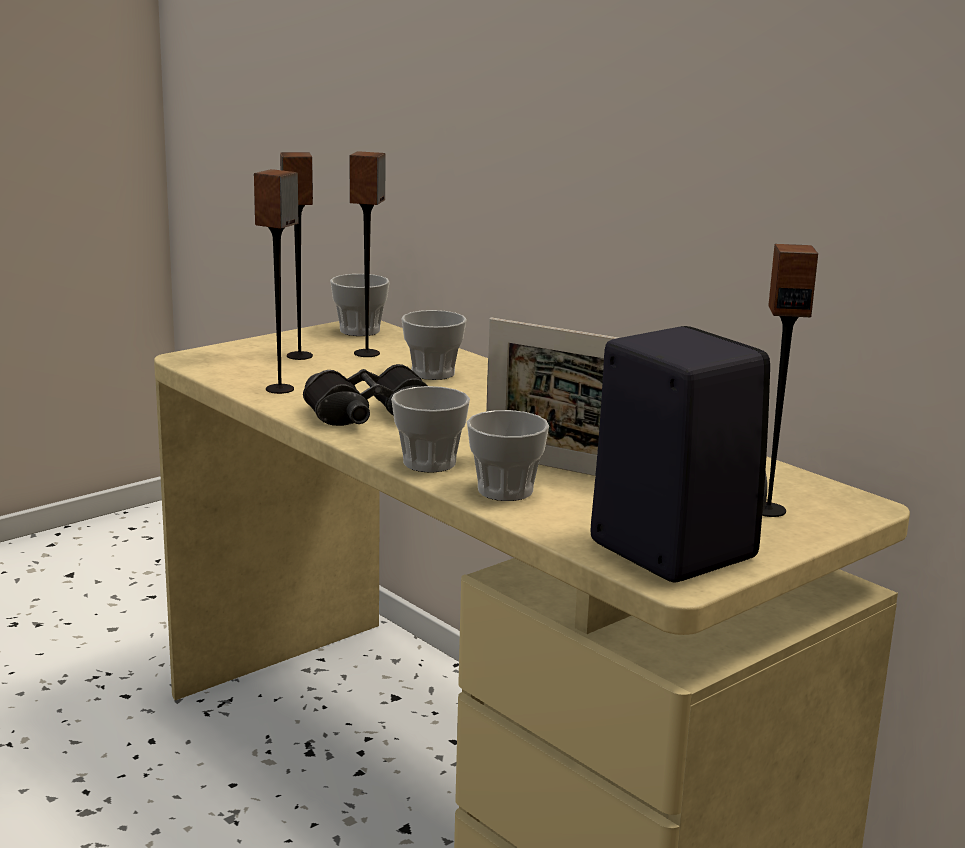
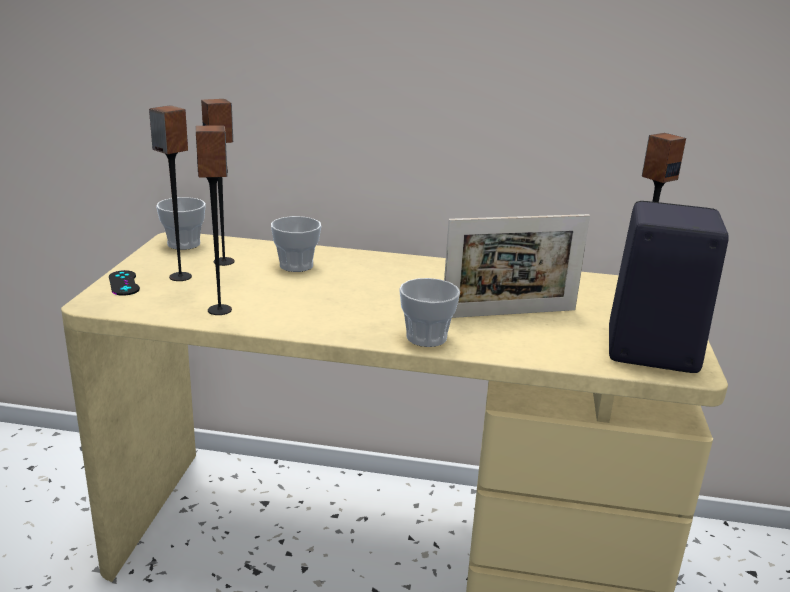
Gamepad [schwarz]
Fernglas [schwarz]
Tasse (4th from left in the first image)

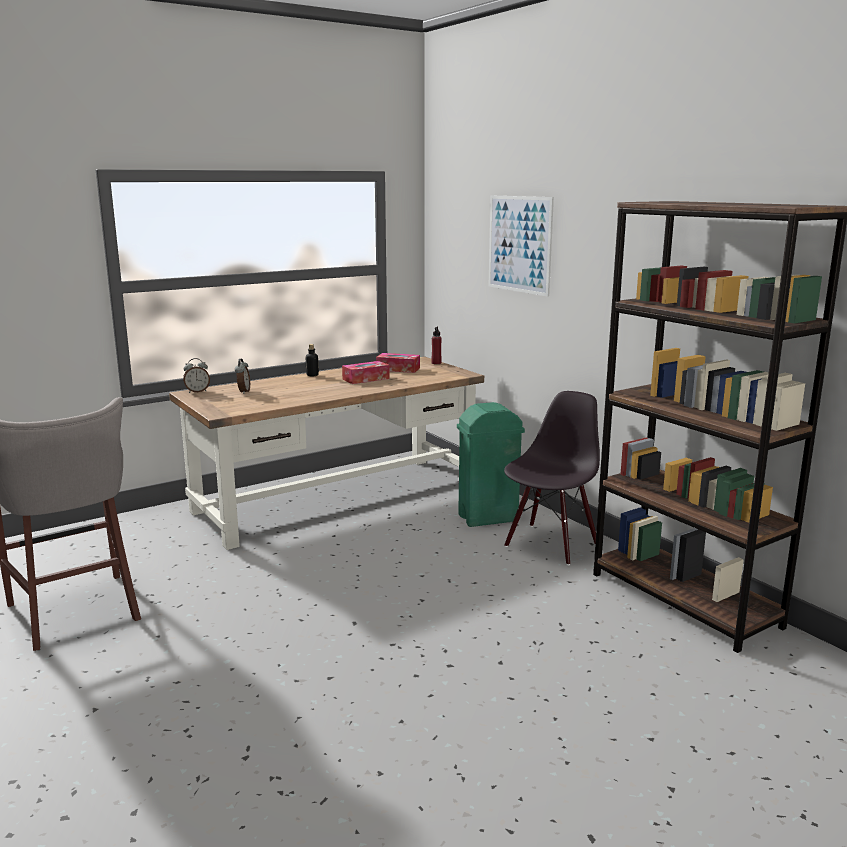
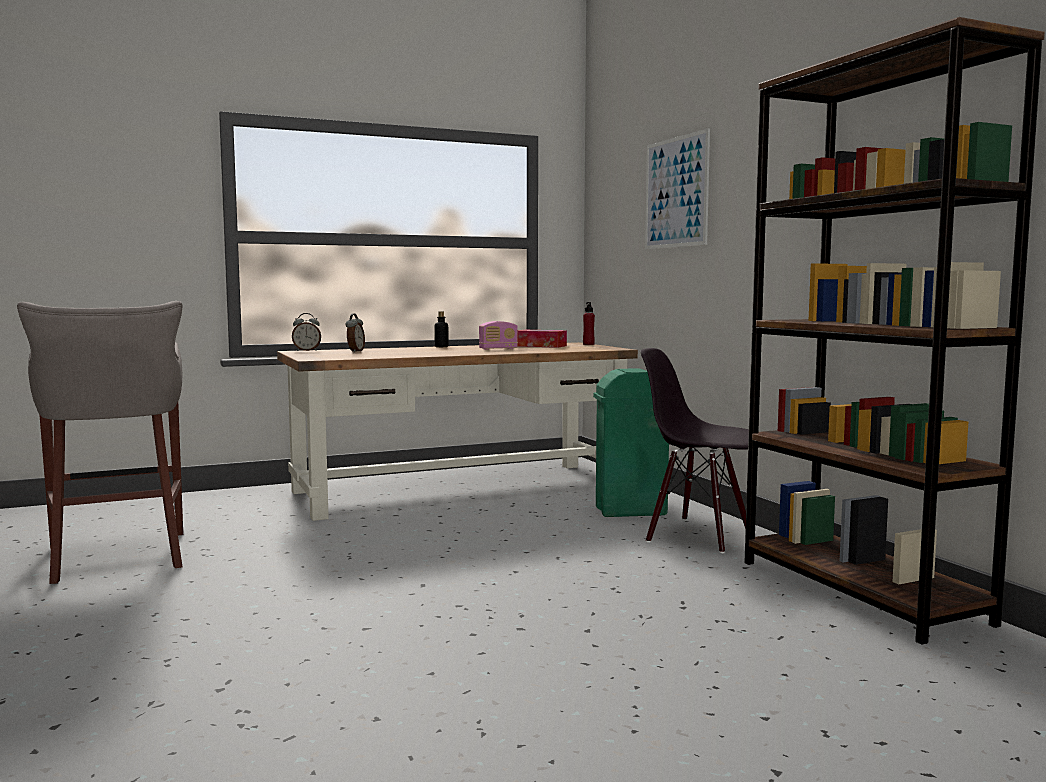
Radio
Stuhl [schwarz]

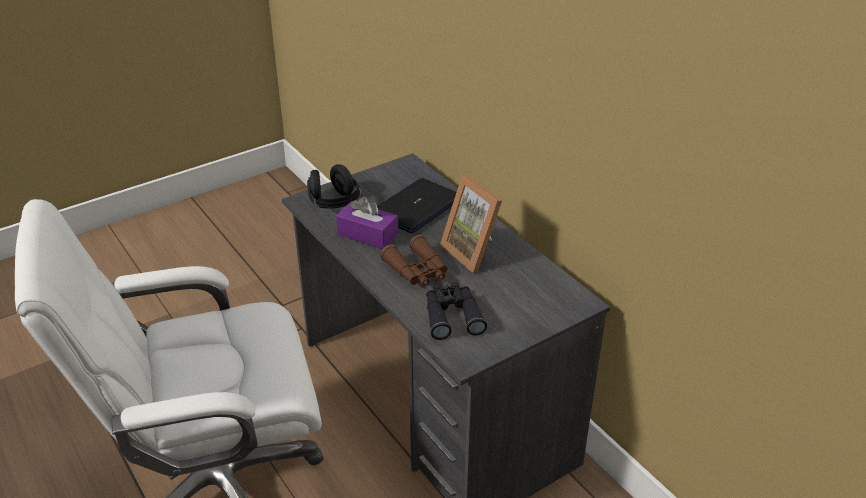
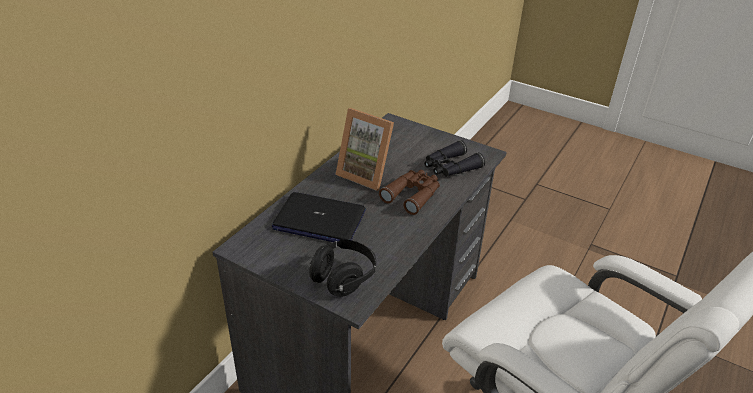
Bilderrahmen
Taschentuchbox [lila]

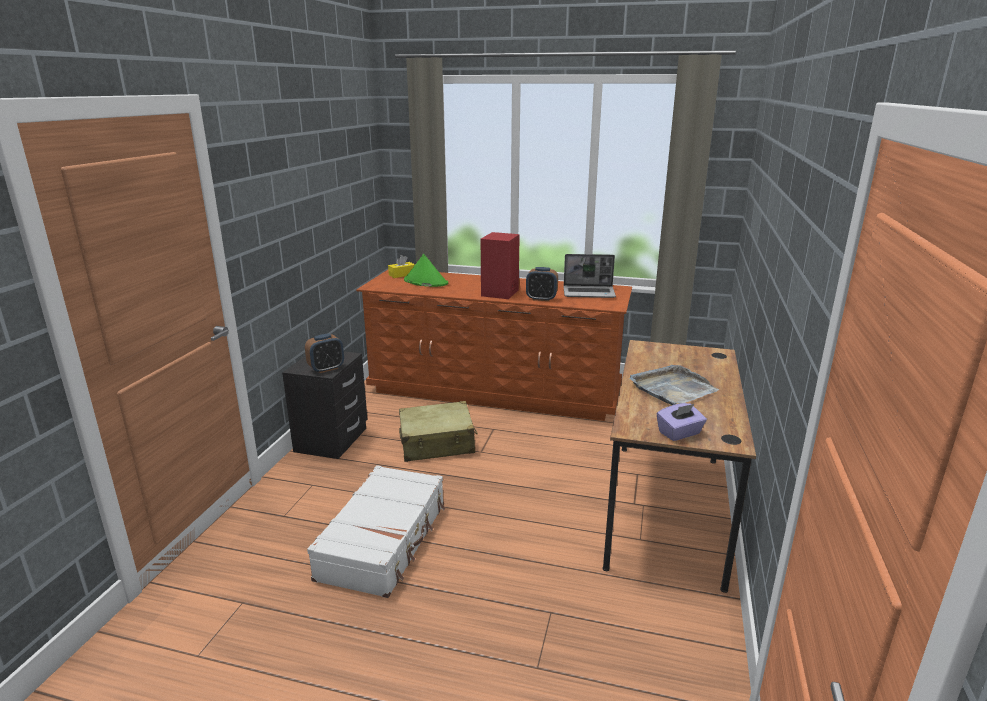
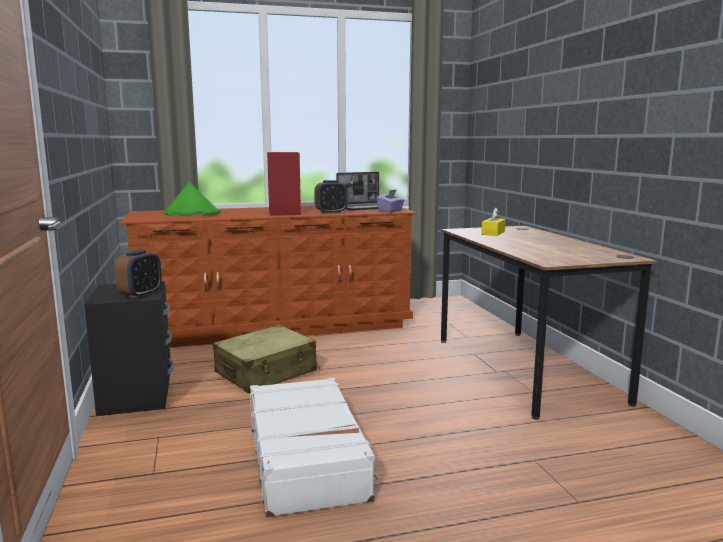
Taschentuchbox [lila]
Taschentuchbox [gelb]
Tablett [grau]

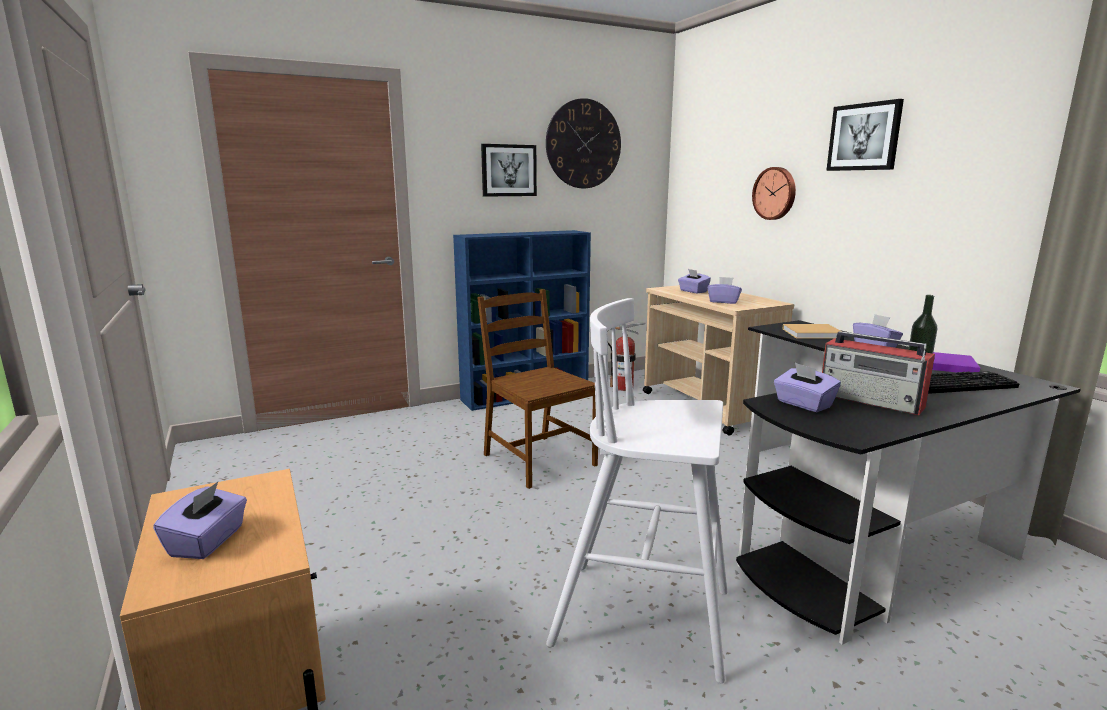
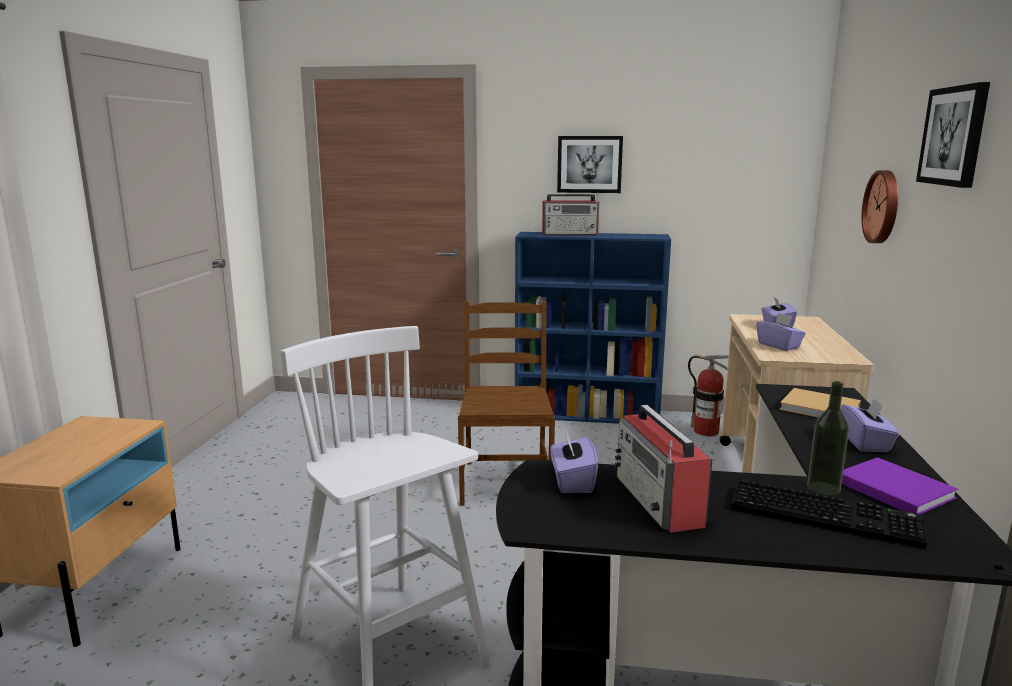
Radio (1st from left)
Taschentuchbox [lila] (1st from left in the first image)
Wanduhr (1st from left in the first image)

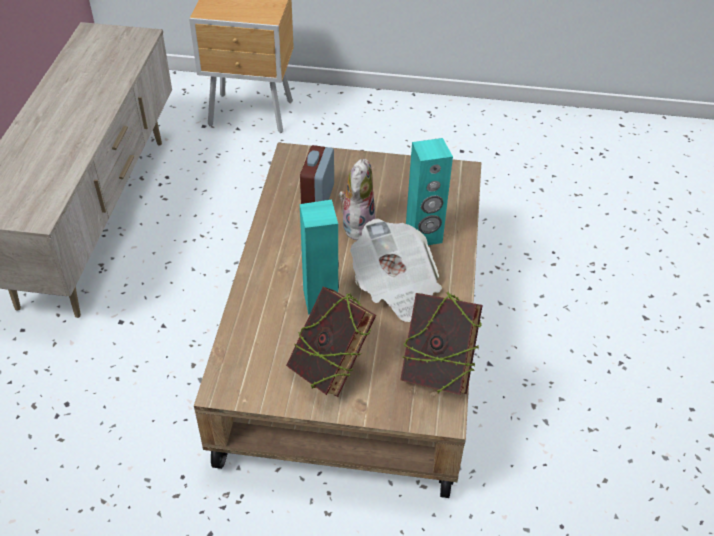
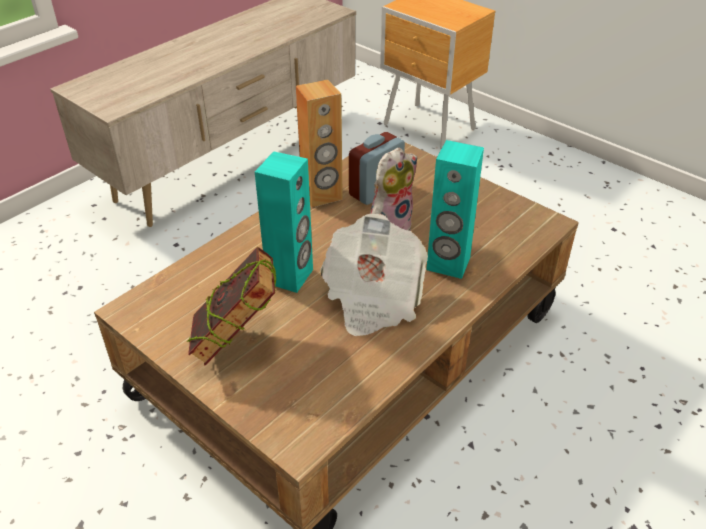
Lautsprecher [braun]
Buch (2nd from left in the first image)

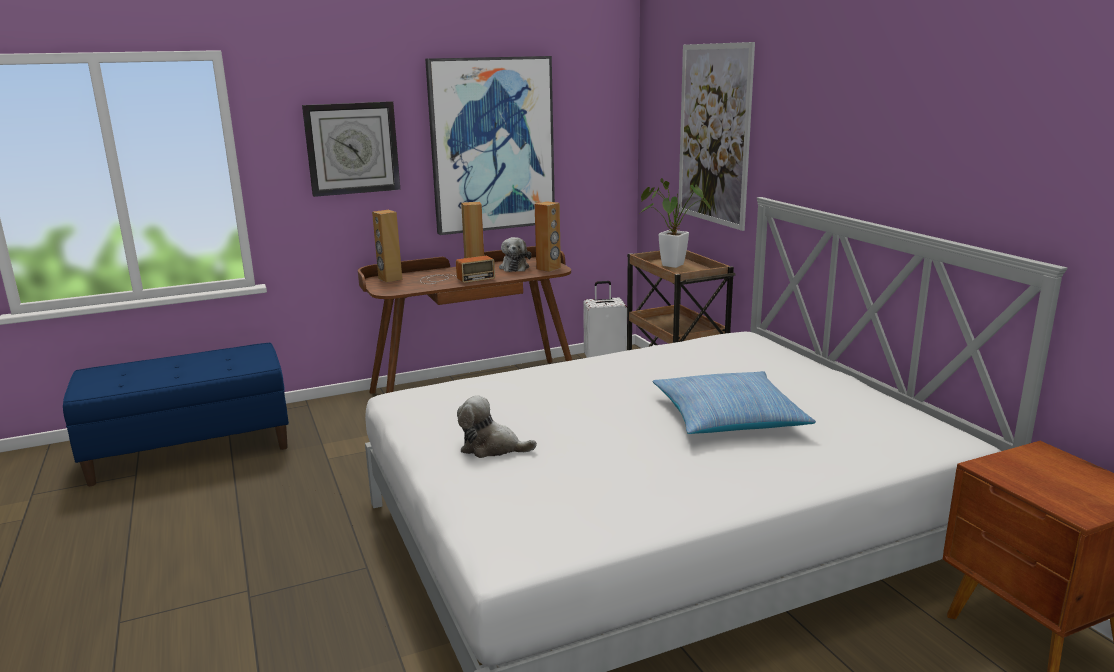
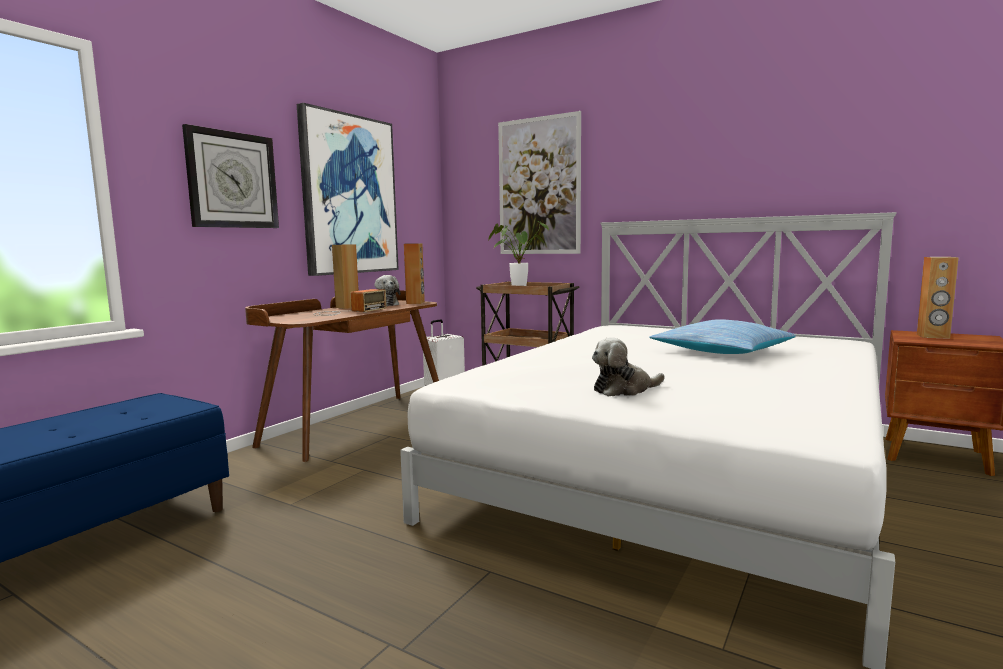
Lautsprecher [braun] (3rd from left)

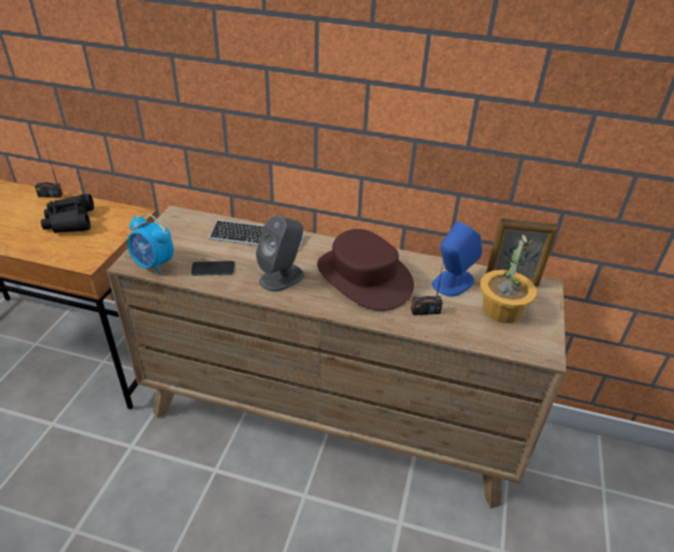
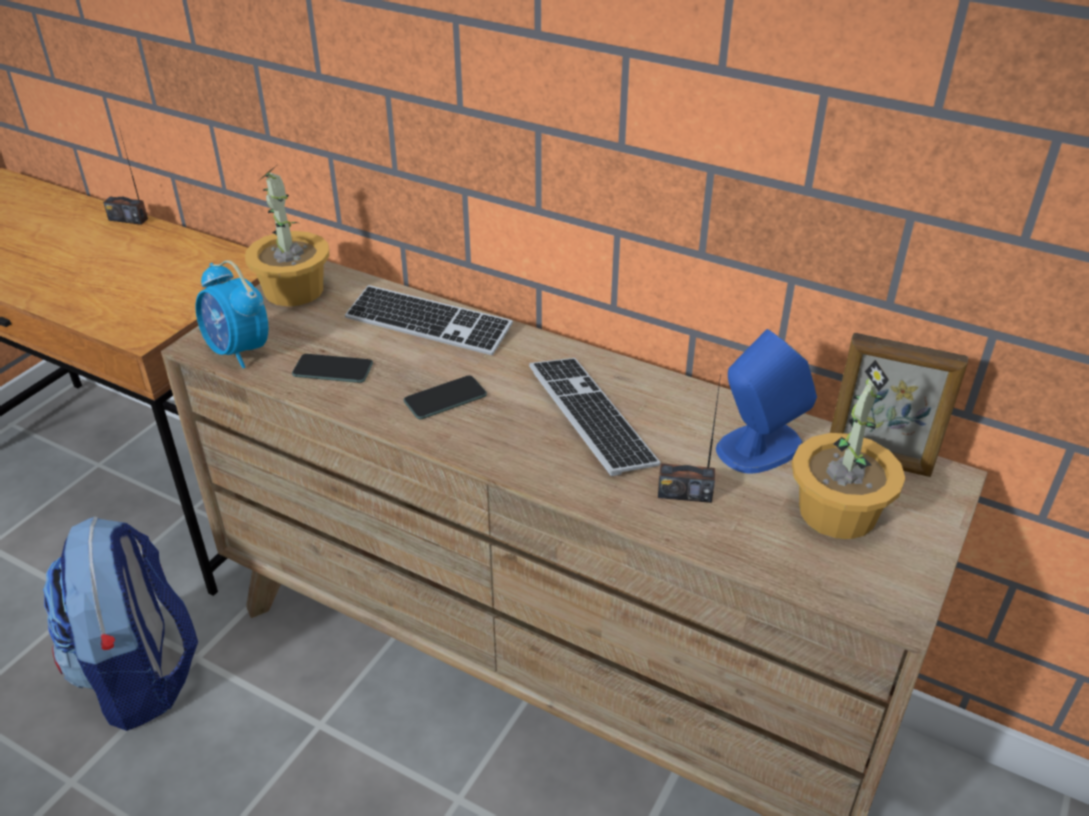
Rucksack
Topfpflanze (1st from left)
Handy (2nd from left)
Tastatur (2nd from left)
Fernglas [schwarz]

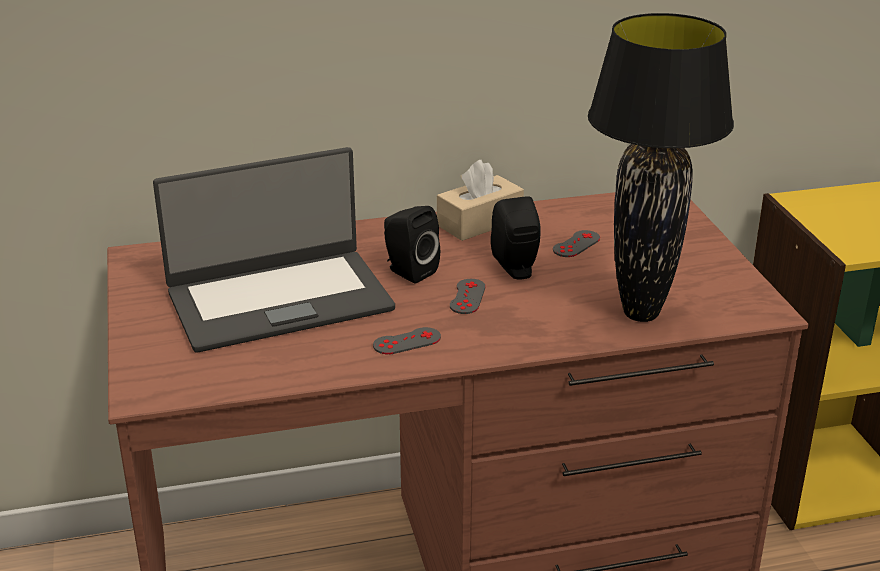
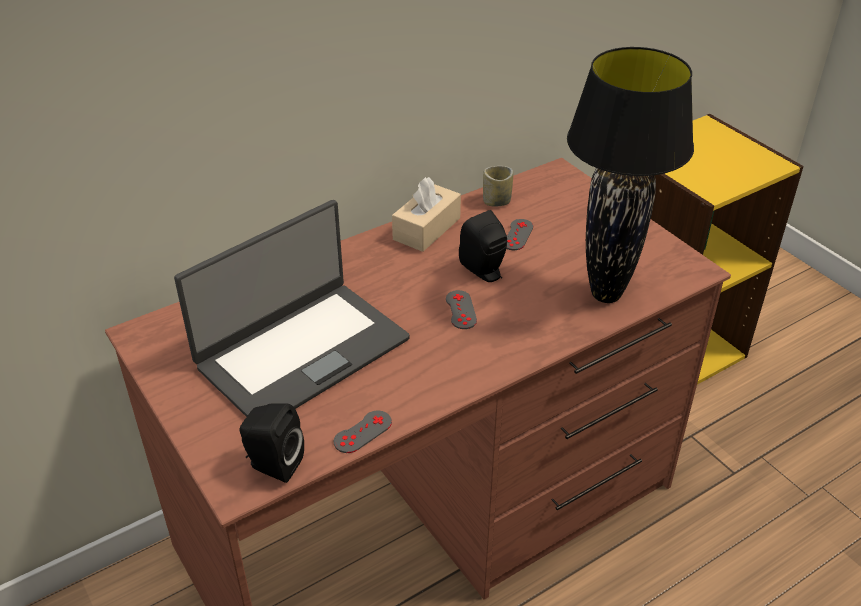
Lautsprecher [schwarz] (1st from left)
Gamepad [grau] (1st from left)
Tasse

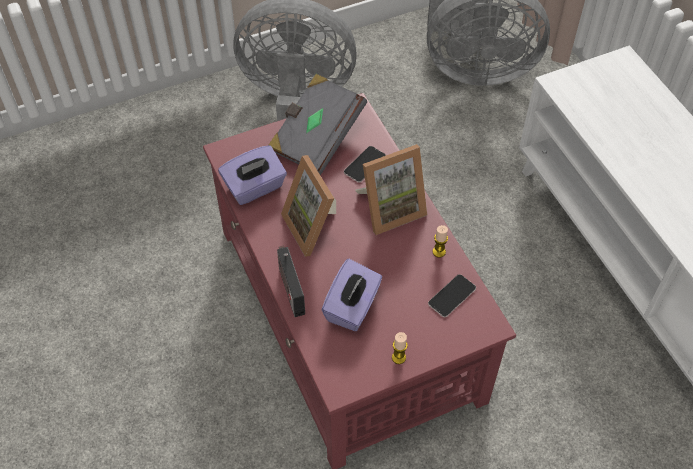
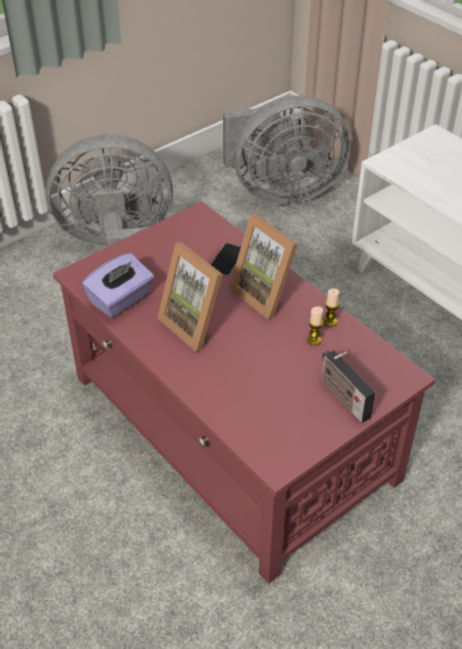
Bilderrahmen (2nd from left)
Kerze (1st from left)
Radio
Buch [grau]
Taschentuchbox [lila] (2nd from left in the first image)
Handy (2nd from left in the first image)

